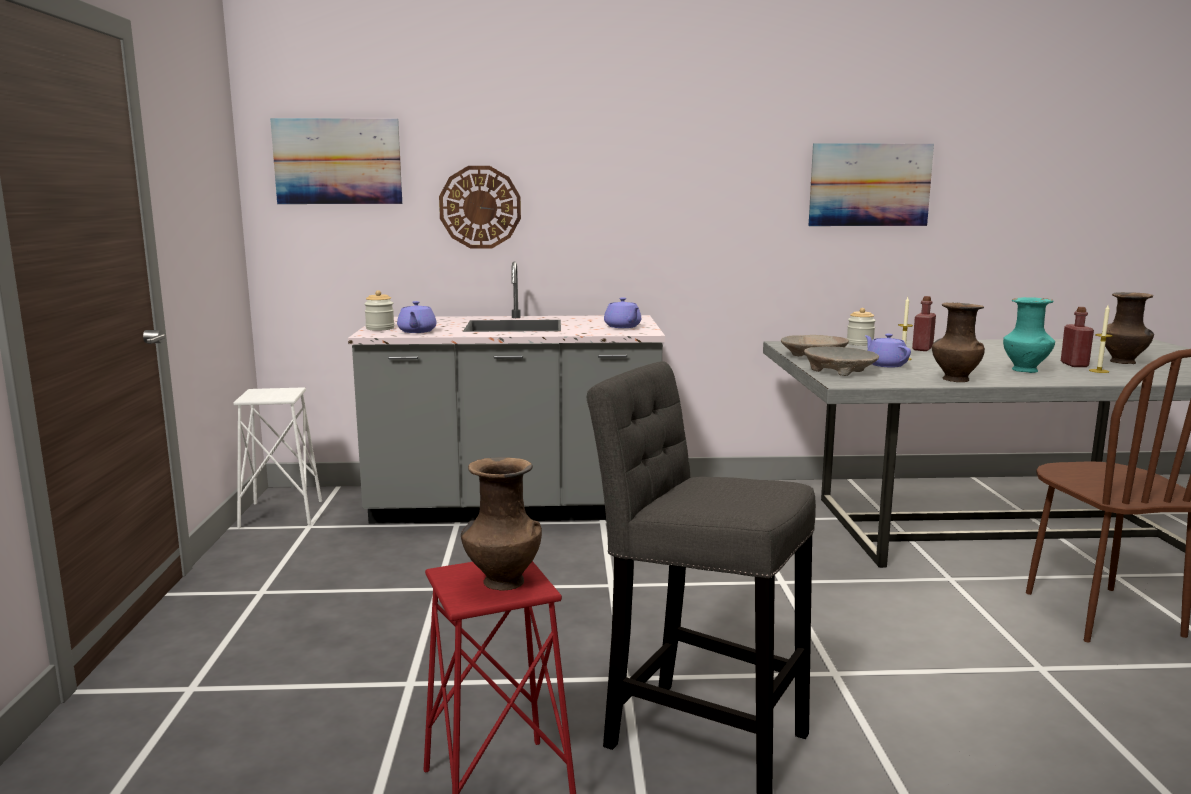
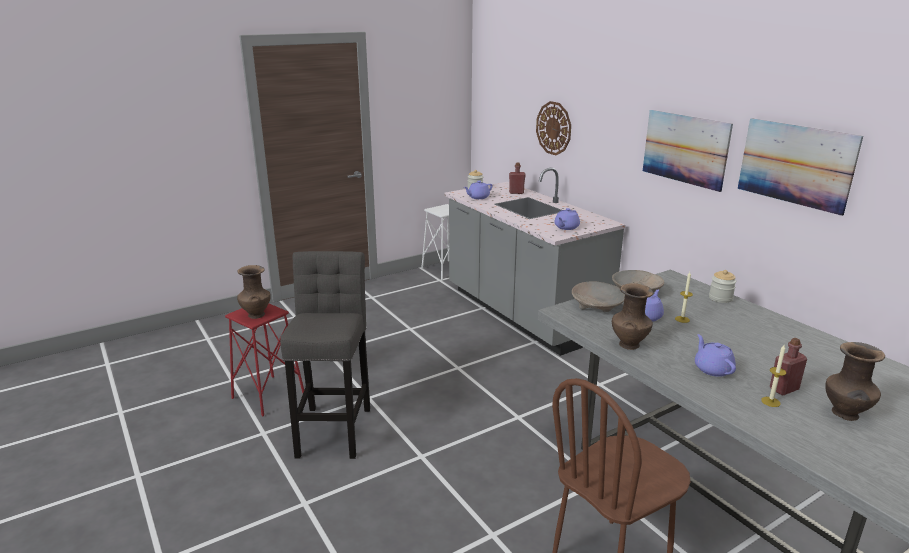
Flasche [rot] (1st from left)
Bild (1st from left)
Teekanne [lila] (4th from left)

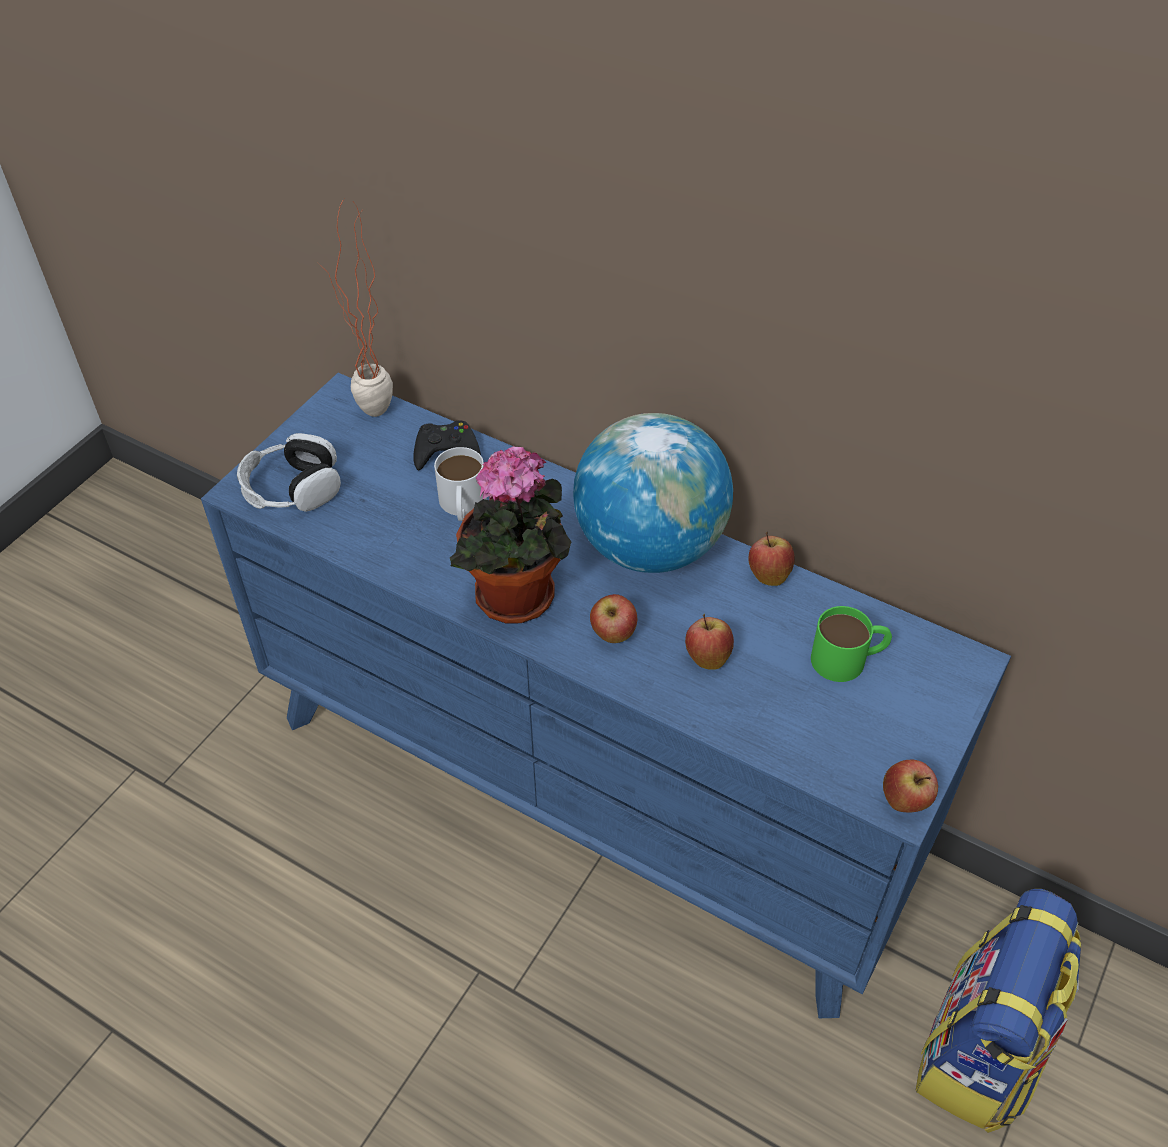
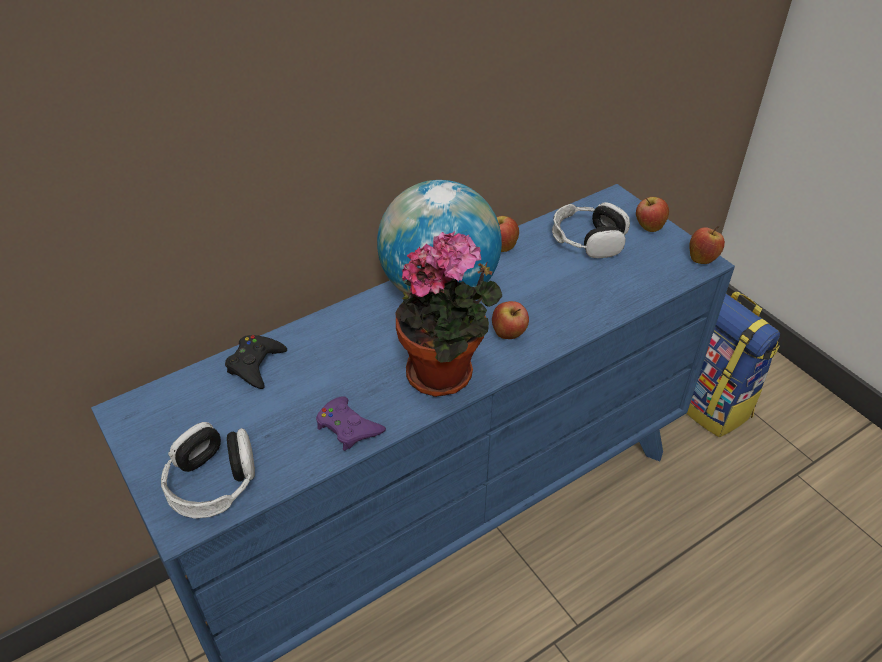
Gamepad [lila]
Kopfhörer (2nd from left)
Apfel (3rd from left)
Topfpflanze (1st from left in the first image)
Henkelbecher [weiß]

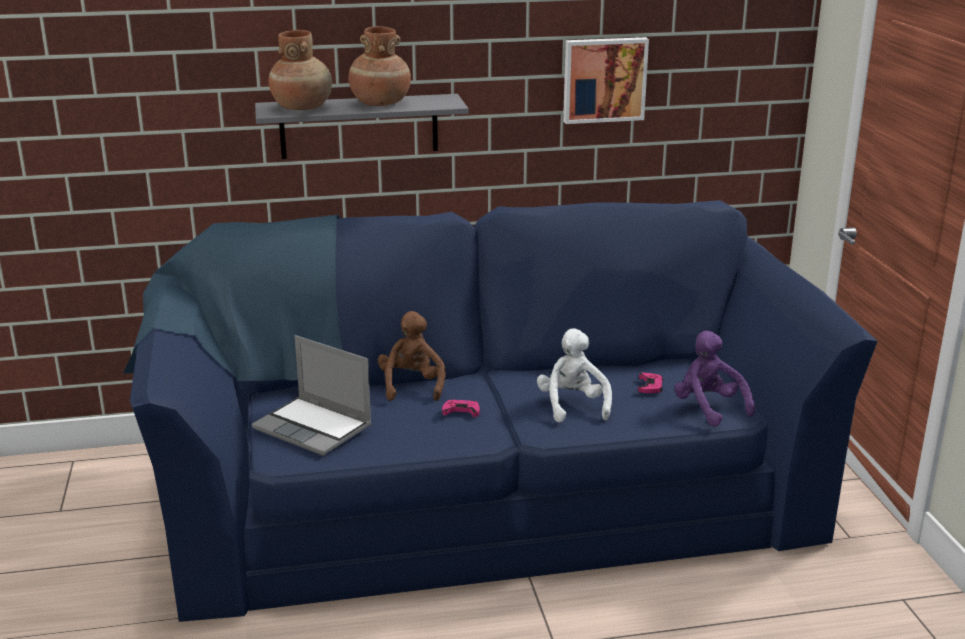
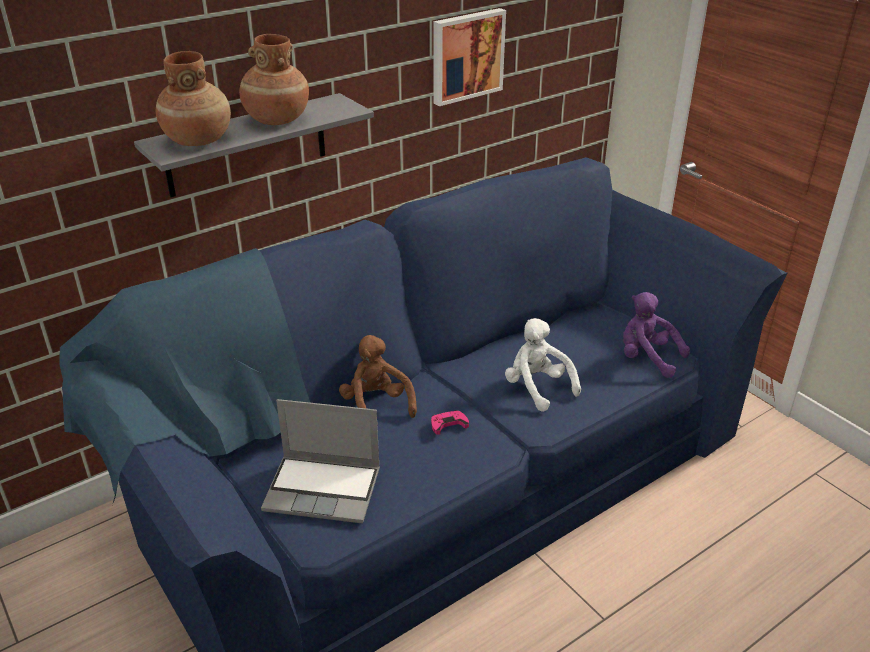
Gamepad [rosa] (2nd from left in the first image)

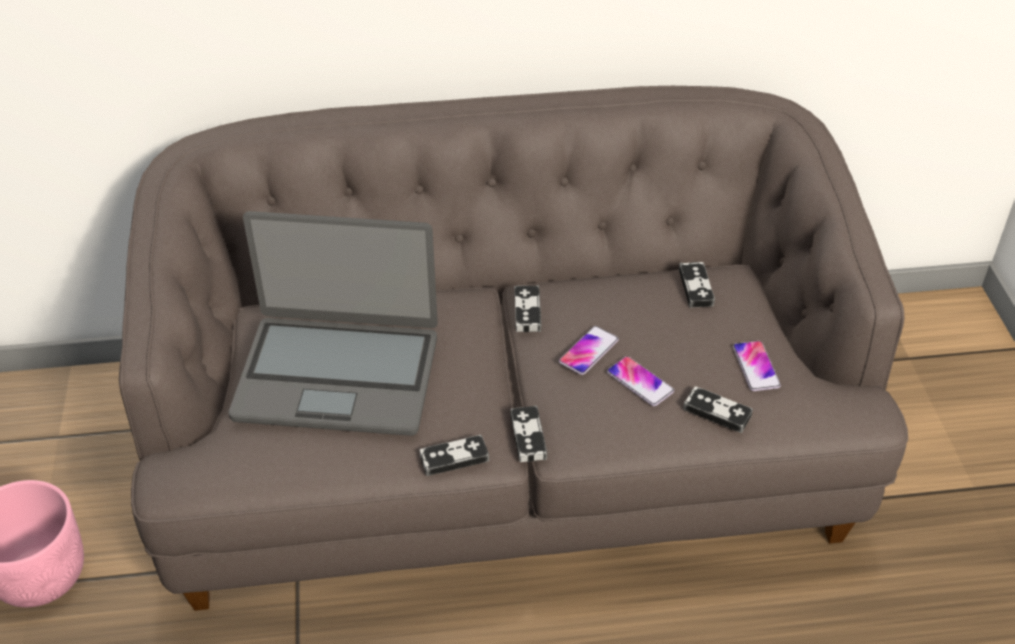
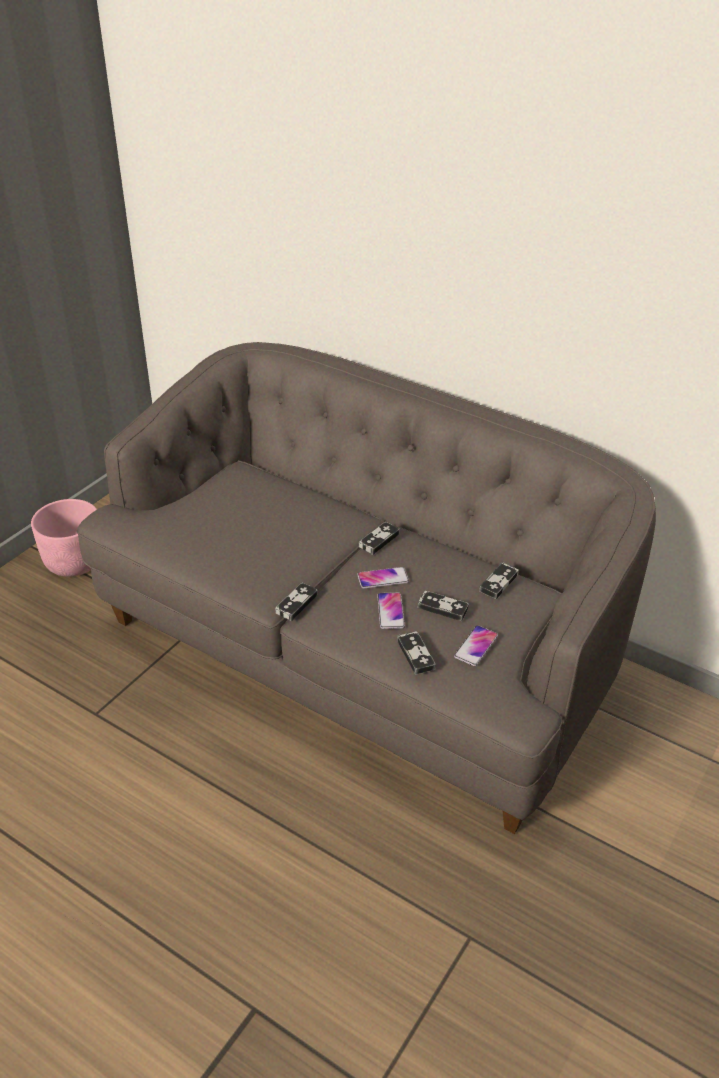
Gamepad (4th from left)
Laptop

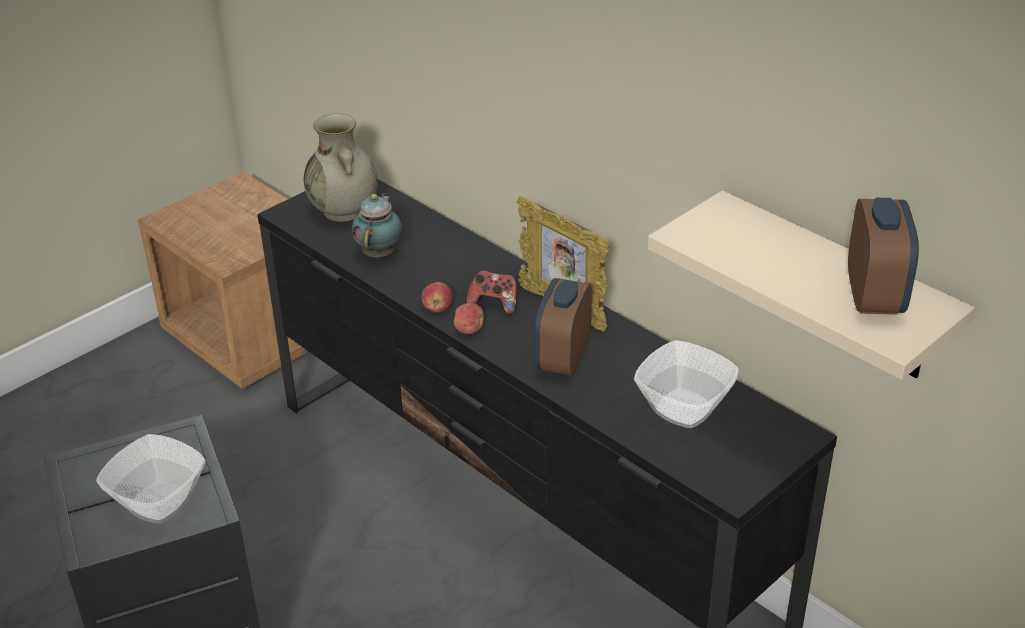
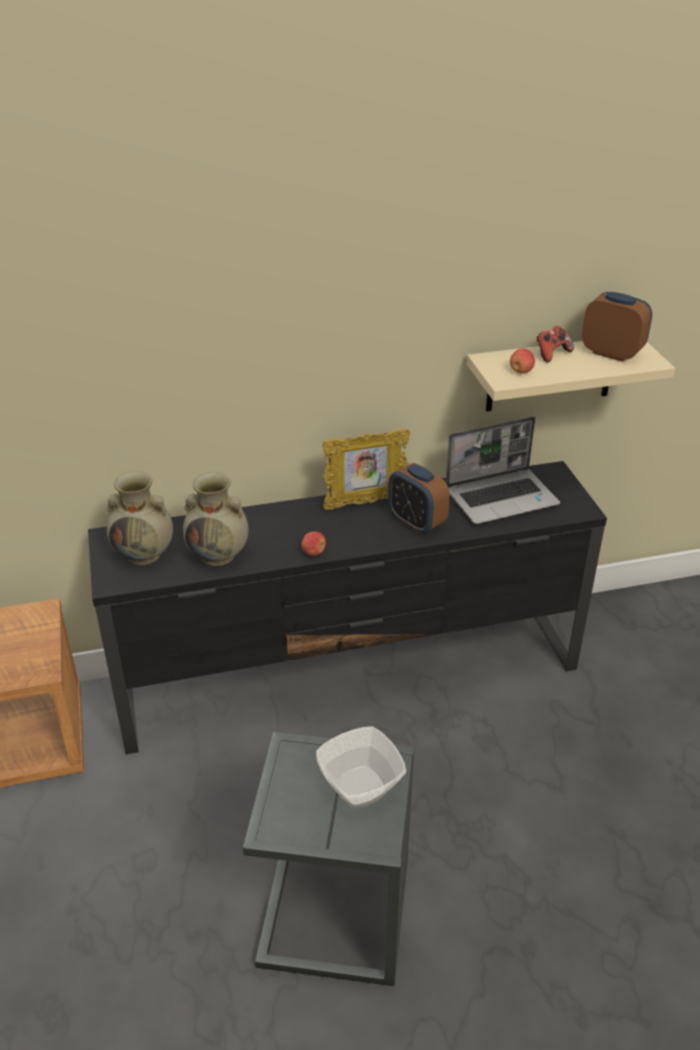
Vase [beige] (2nd from left)
Laptop
Apfel (2nd from left)
Gamepad

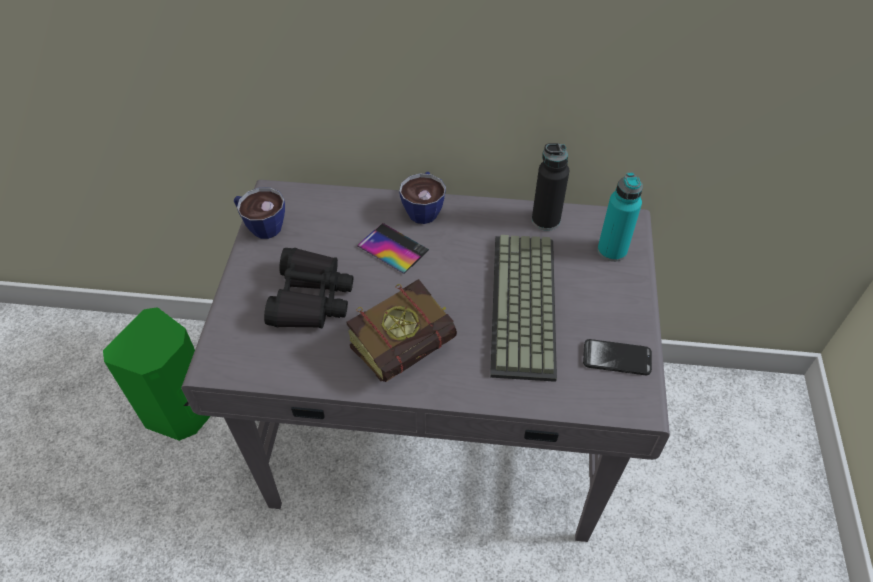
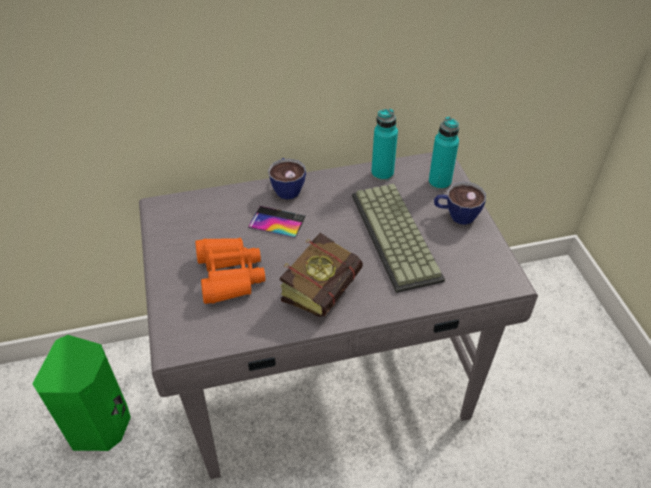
Fernglas [orange]
Flasche [türkis] (1st from left)
Tasse (2nd from left)
Handy (2nd from left in the first image)

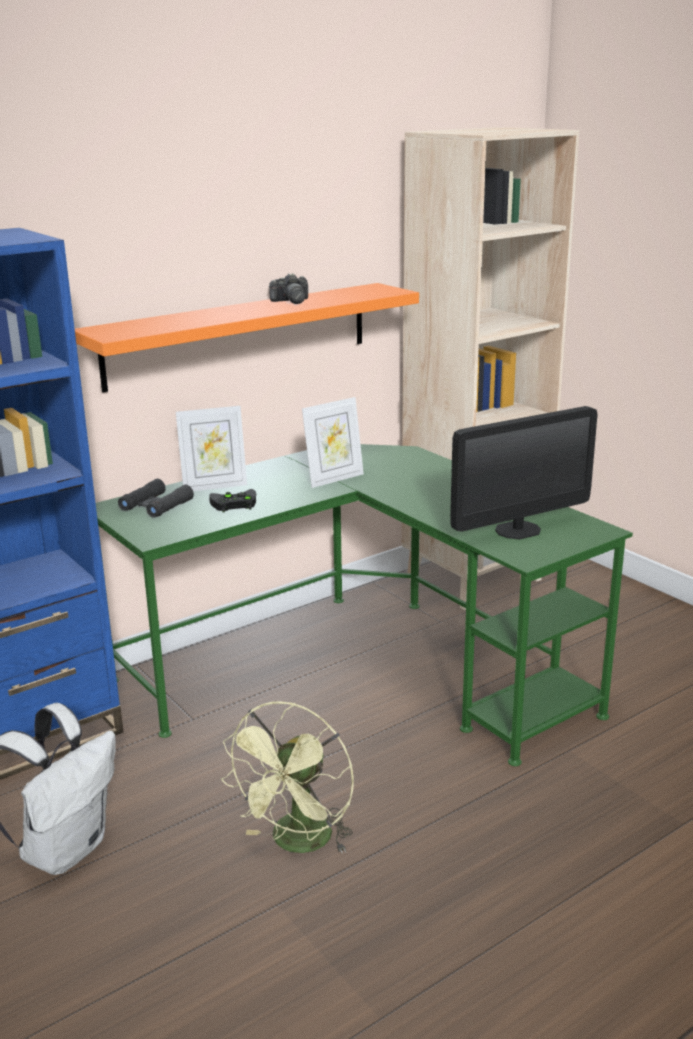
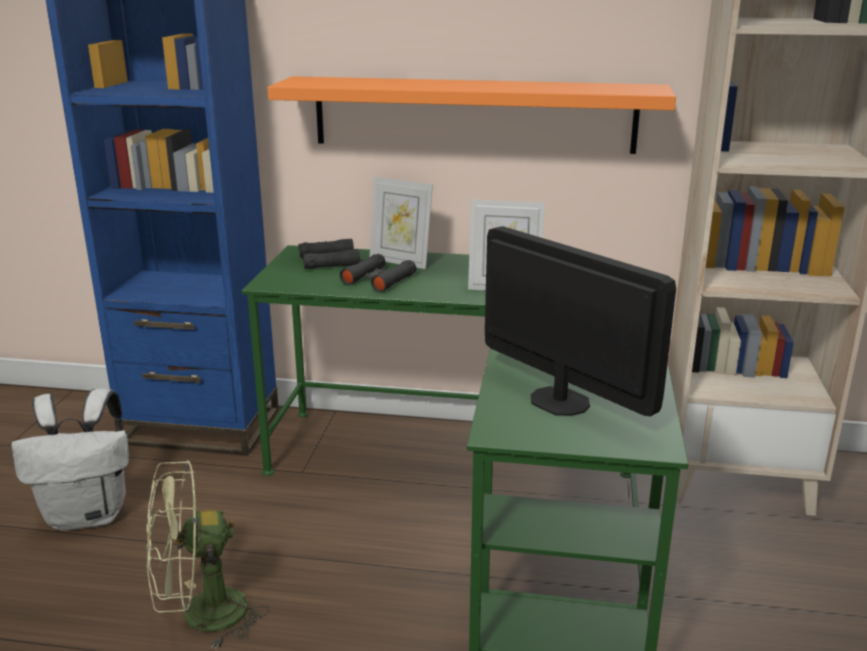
Fernglas [schwarz] (2nd from left)
Monitor
Kamera

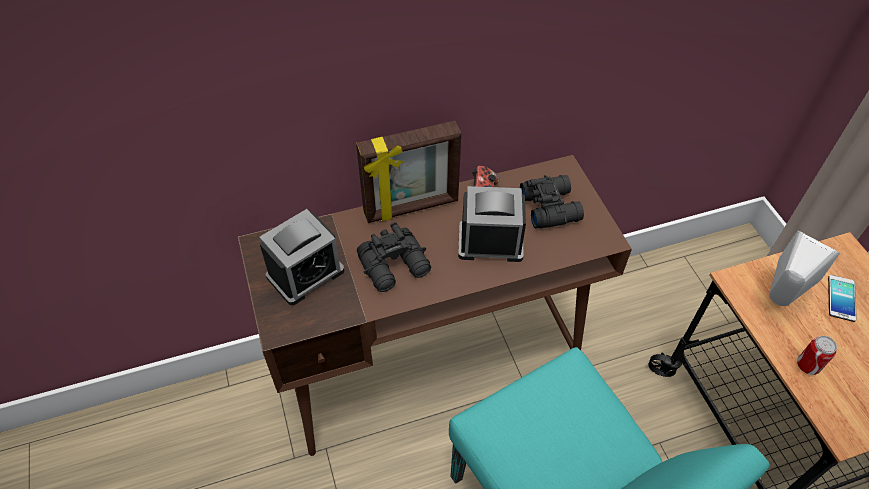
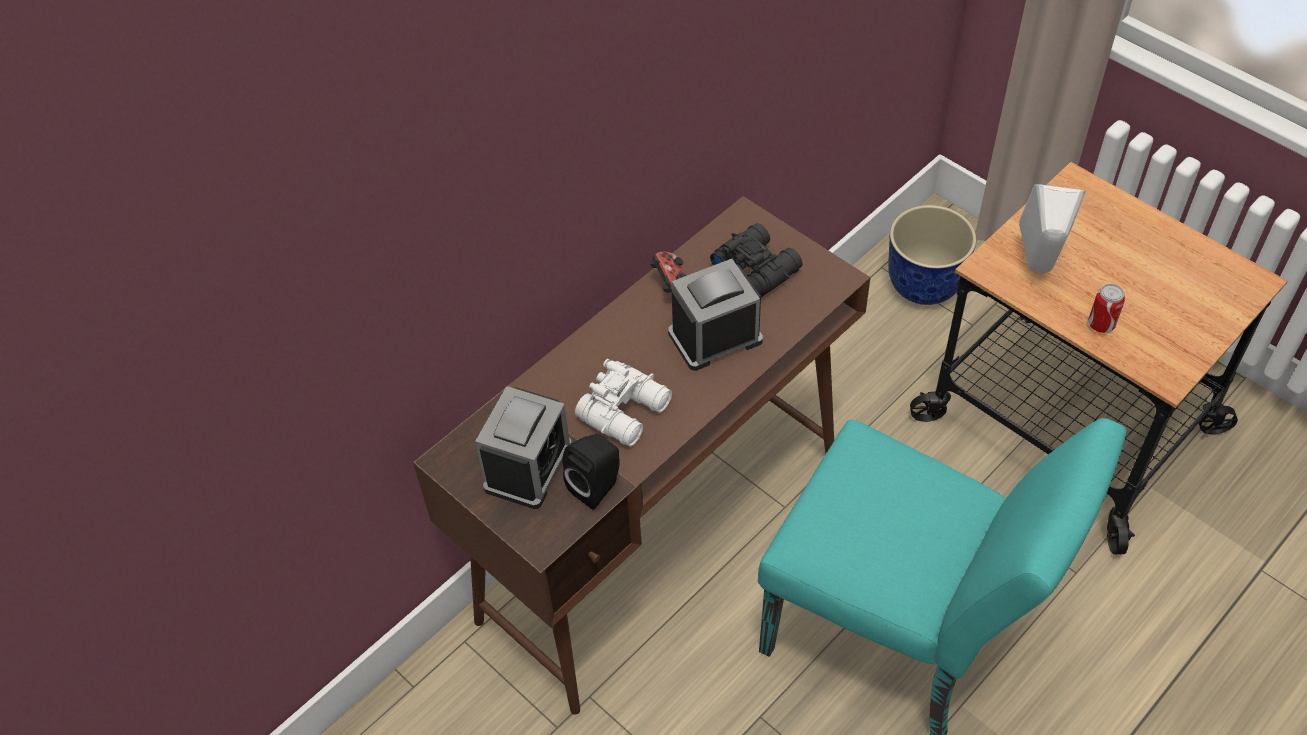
Lautsprecher [schwarz]
Fernglas [weiß]
Pflanzkübel
Bilderrahmen
Handy

